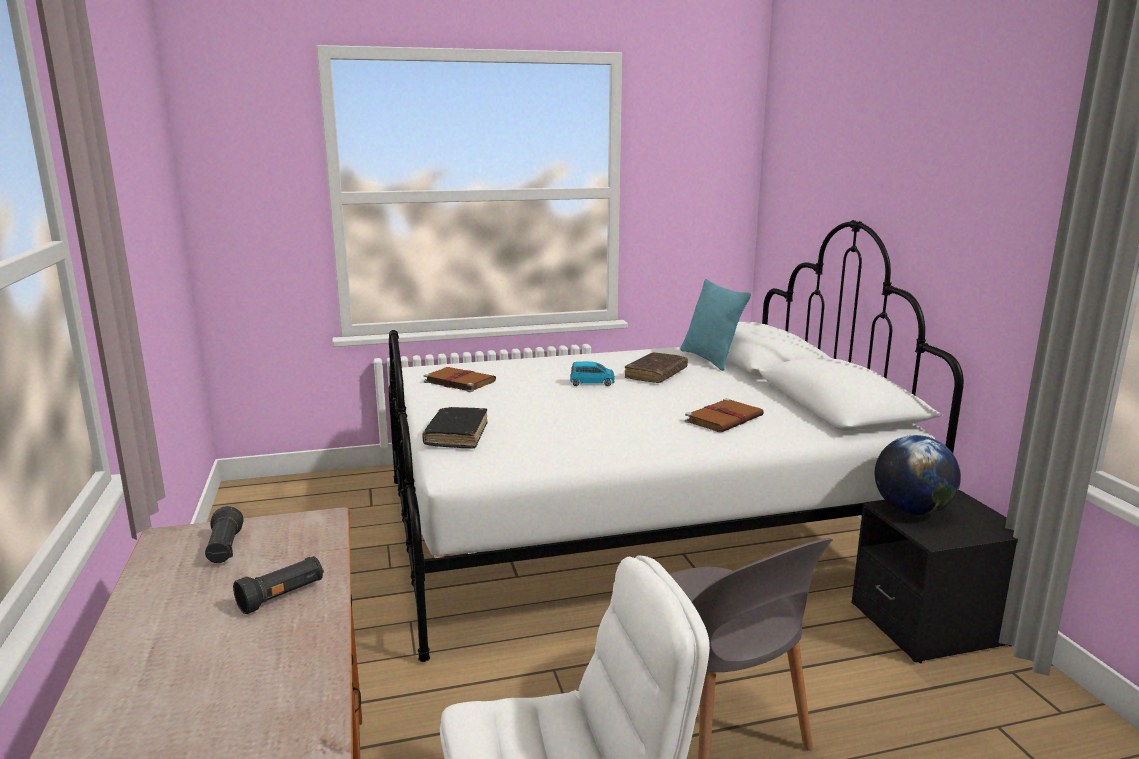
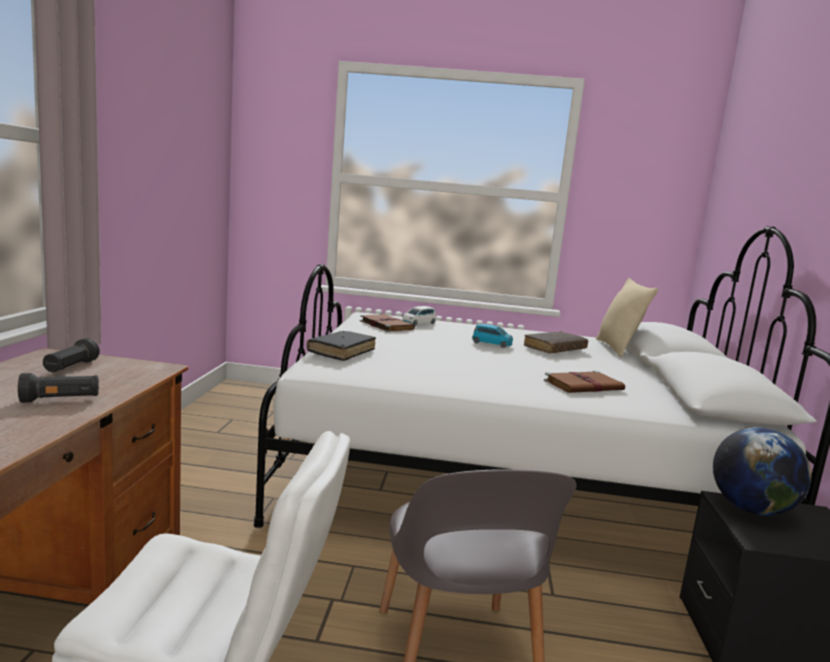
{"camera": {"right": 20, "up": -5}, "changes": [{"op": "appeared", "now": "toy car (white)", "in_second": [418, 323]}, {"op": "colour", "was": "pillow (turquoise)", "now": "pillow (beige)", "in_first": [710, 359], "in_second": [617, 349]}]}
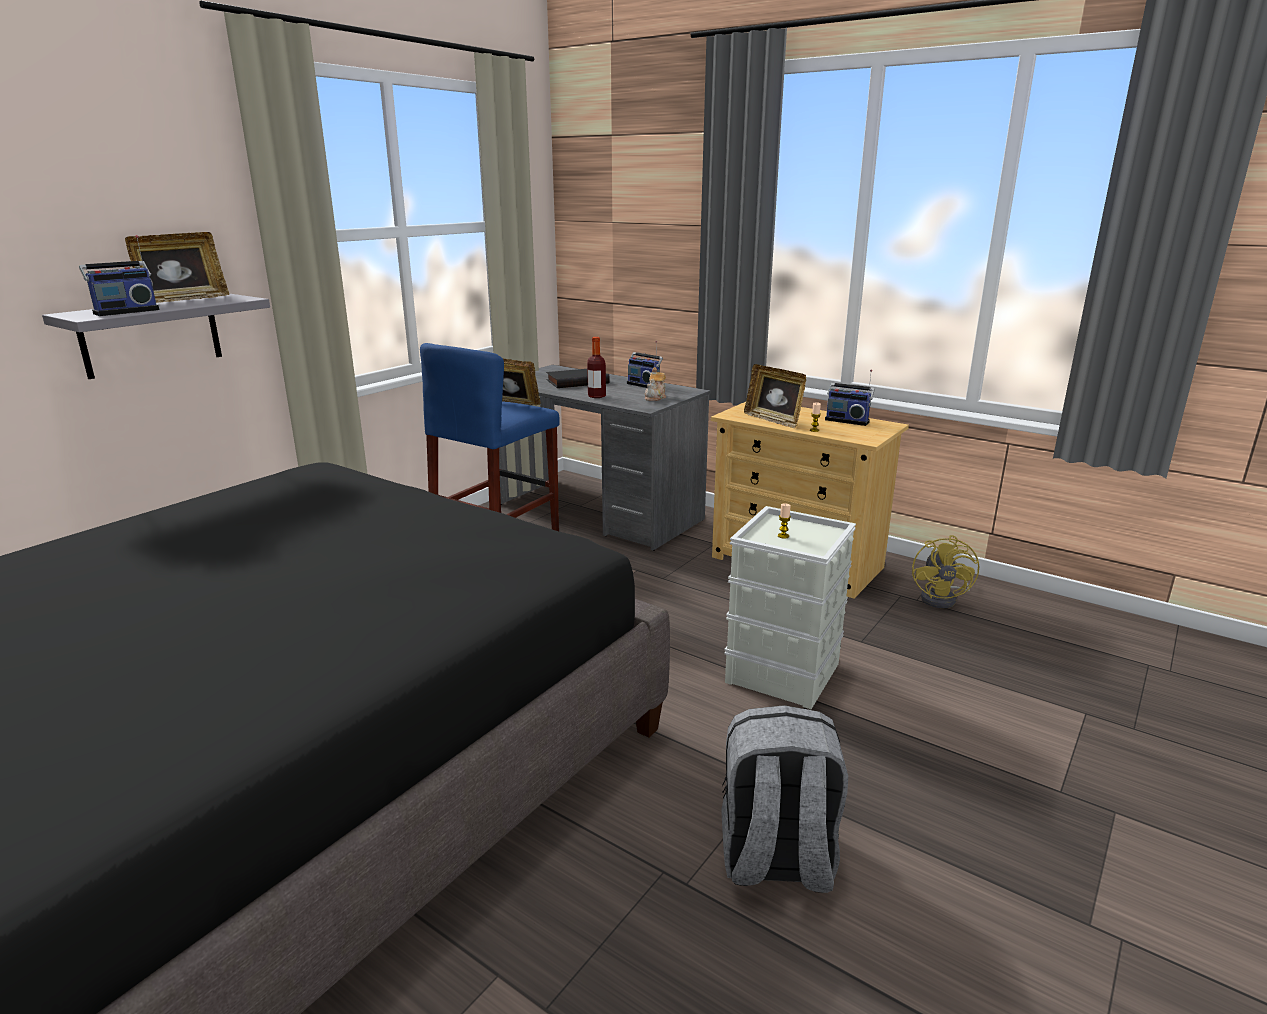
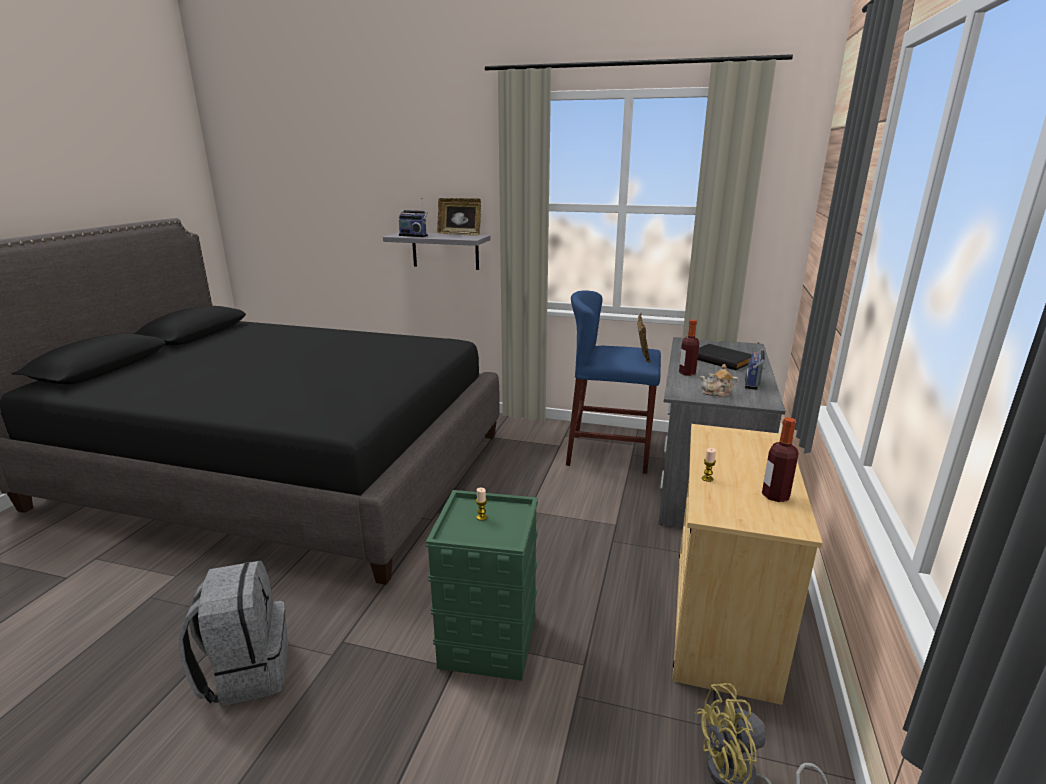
{"camera": {"right": 70, "up": 0}, "changes": [{"op": "colour", "was": "storage box (grey)", "now": "storage box (green)", "in_first": [784, 673], "in_second": [489, 642]}, {"op": "exchanged", "was": "radio", "now": "bottle", "in_first": [847, 420], "in_second": [775, 496]}, {"op": "missing", "was": "picture frame", "in_first": [773, 420]}]}
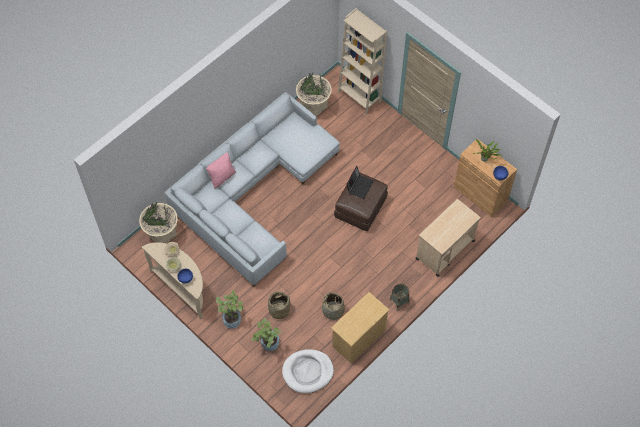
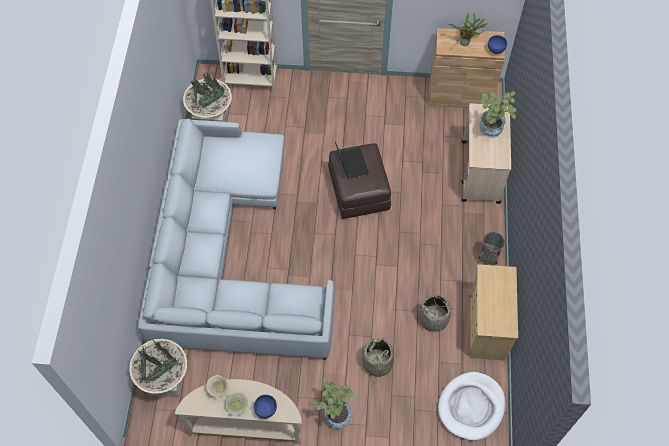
{"camera": {"right": -40, "up": 0}, "changes": [{"op": "relocated", "was": "potted plant", "in_first": [268, 345], "in_second": [490, 131]}, {"op": "missing", "was": "pillow (pink)", "in_first": [222, 177]}]}
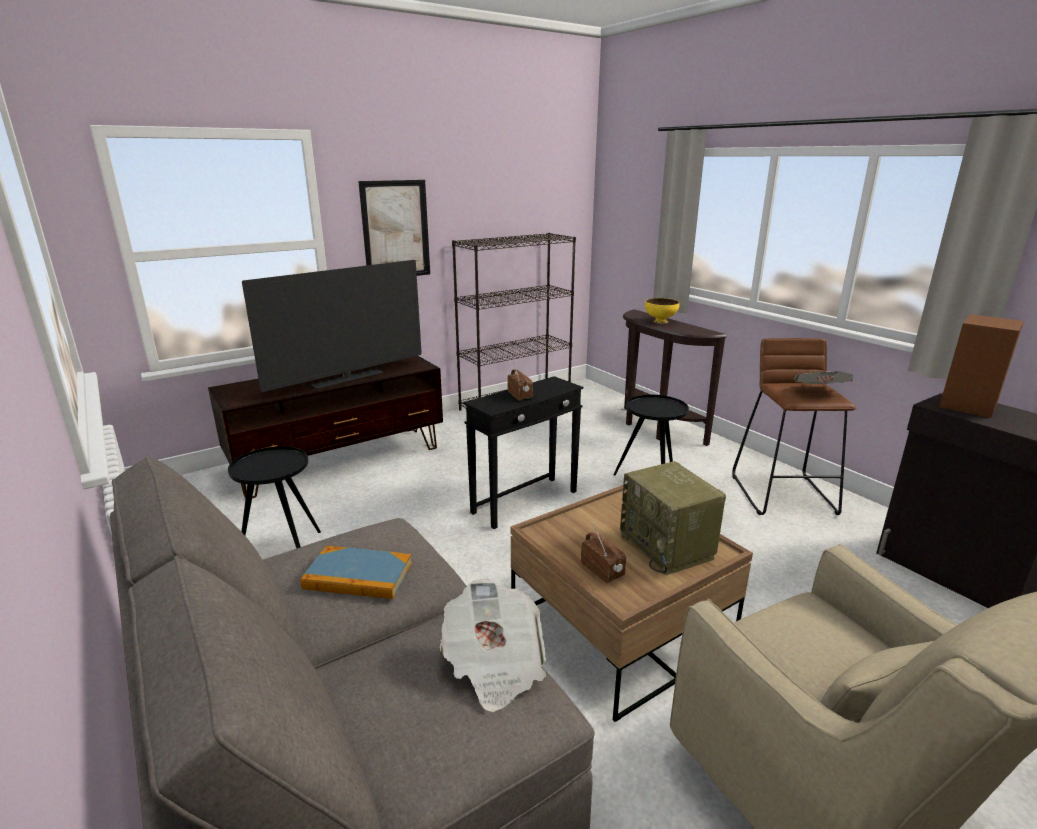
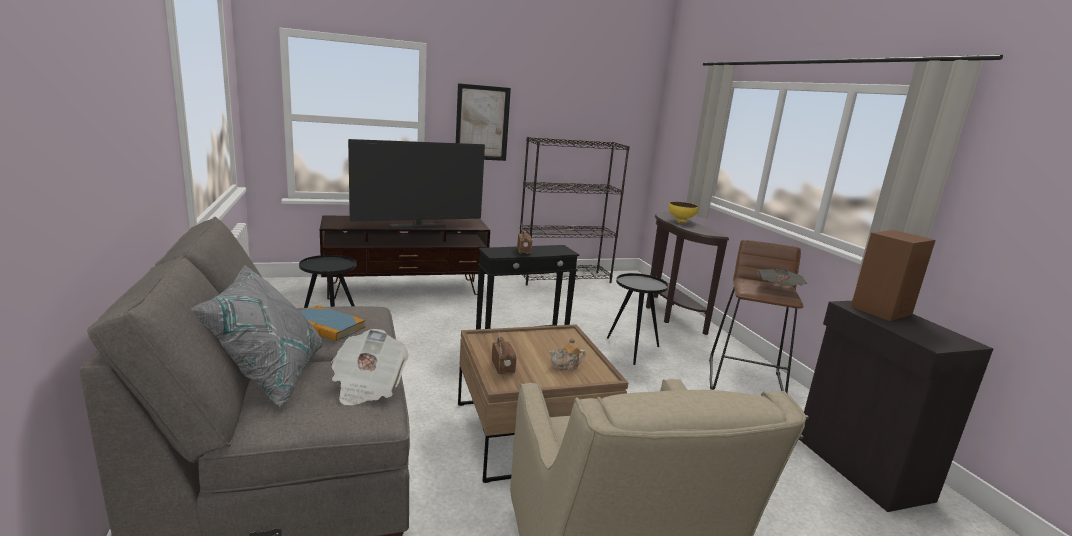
{"camera": {"right": 15, "up": -5}, "changes": [{"op": "appeared", "now": "pillow (grey)", "in_second": [267, 376]}, {"op": "exchanged", "was": "radio", "now": "teapot", "in_first": [668, 547], "in_second": [566, 366]}]}
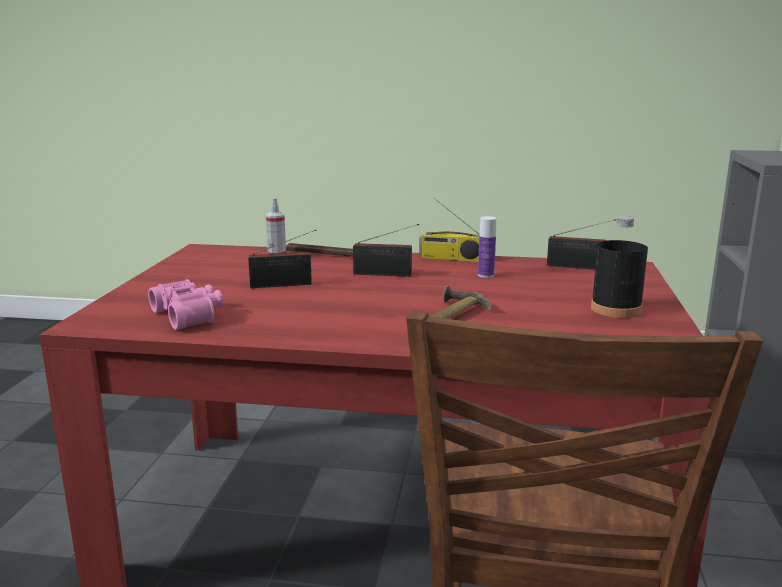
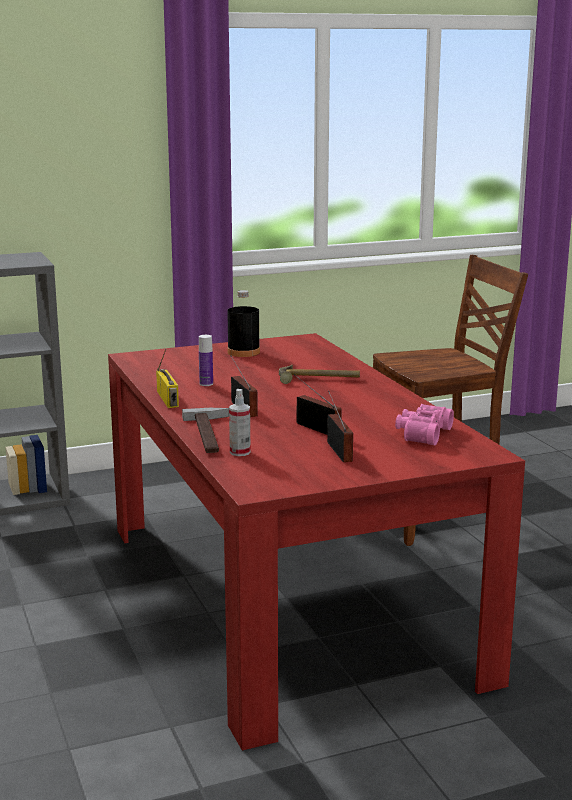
{"camera": {"right": -120, "up": 0}, "changes": [{"op": "relocated", "was": "radio", "in_first": [578, 267], "in_second": [339, 450]}]}
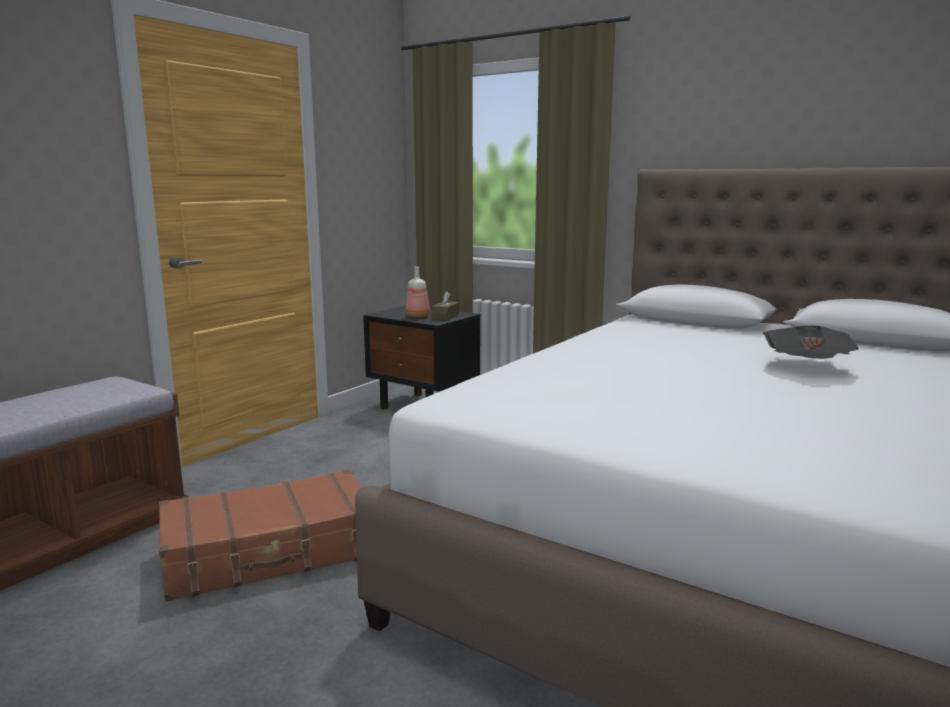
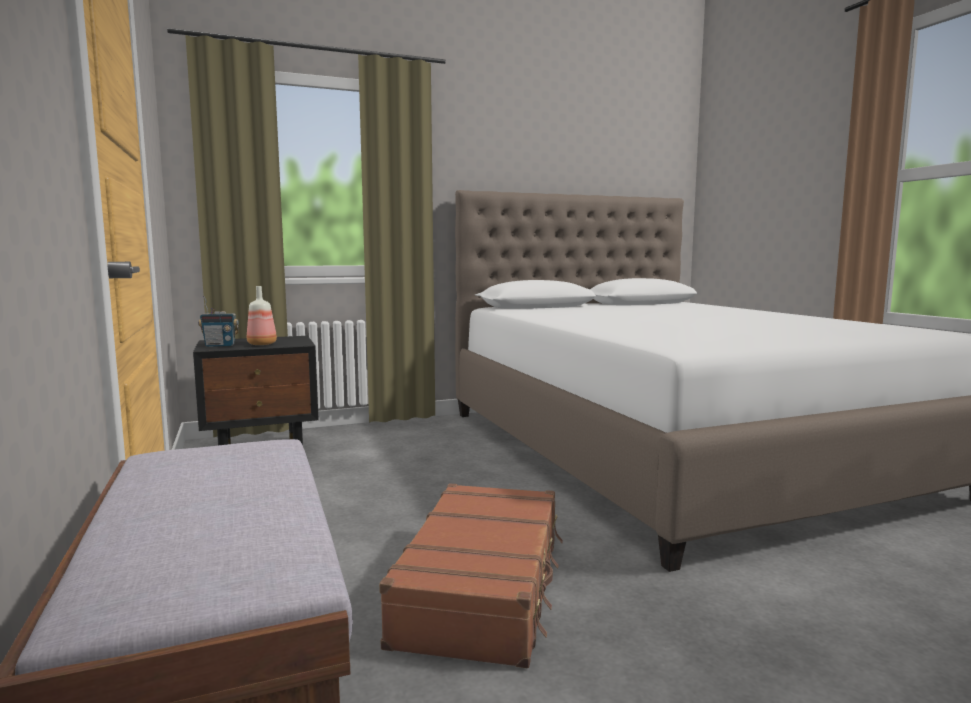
{"camera": {"right": -55, "up": -5}, "changes": [{"op": "appeared", "now": "radio", "in_second": [220, 345]}, {"op": "missing", "was": "tissue box (brown)", "in_first": [445, 317]}, {"op": "missing", "was": "newspaper", "in_first": [807, 367]}]}
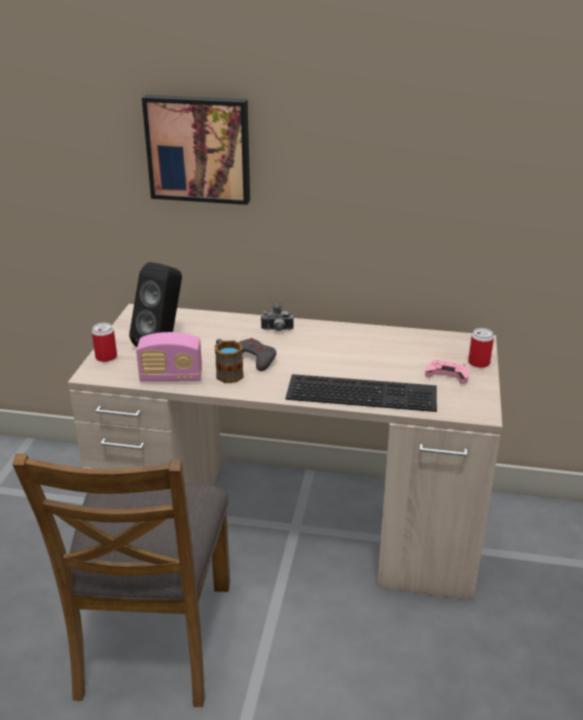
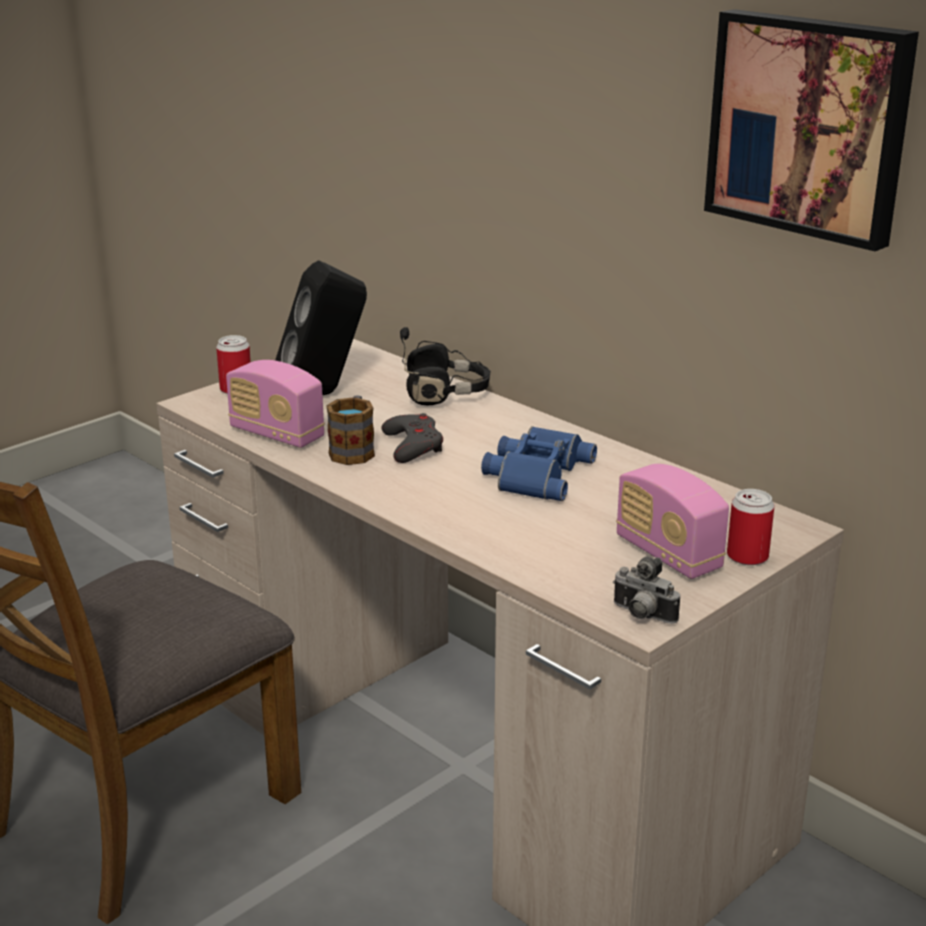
{"camera": {"right": 35, "up": -5}, "changes": [{"op": "appeared", "now": "headphones (black)", "in_second": [445, 394]}, {"op": "appeared", "now": "binoculars (blue)", "in_second": [535, 473]}, {"op": "relocated", "was": "photo camera", "in_first": [277, 330], "in_second": [641, 616]}, {"op": "exchanged", "was": "game controller (pink)", "now": "radio", "in_first": [447, 374], "in_second": [668, 554]}, {"op": "relocated", "was": "picture", "in_first": [199, 148], "in_second": [810, 125]}, {"op": "missing", "was": "keyboard", "in_first": [363, 391]}]}
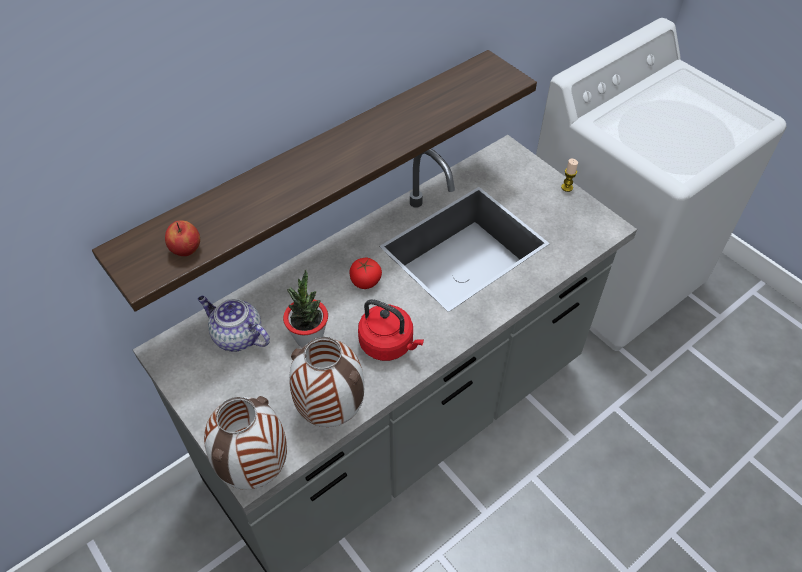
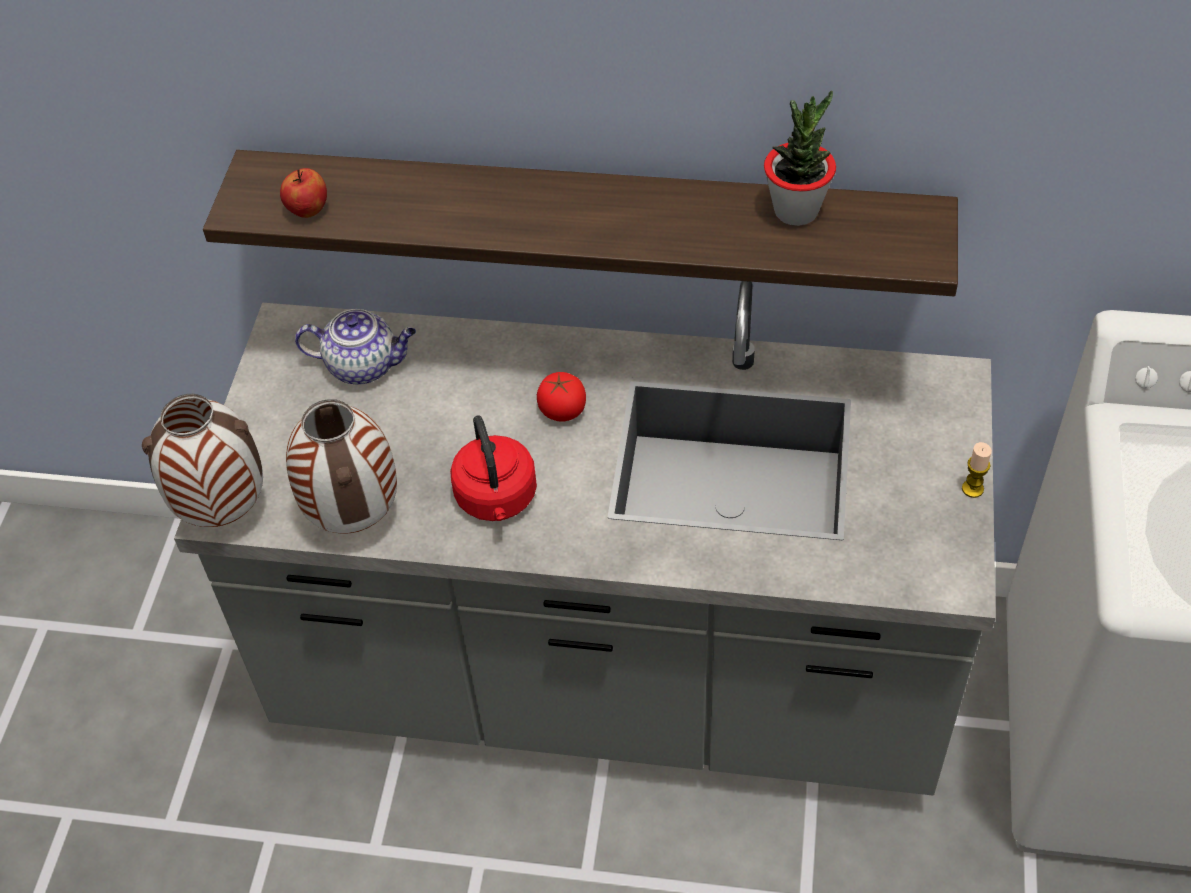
{"camera": {"right": 50, "up": 0}, "changes": [{"op": "spun", "was": "teapot", "in_first": [237, 336], "in_second": [364, 365], "clockwise": 105}, {"op": "relocated", "was": "potted plant", "in_first": [309, 337], "in_second": [796, 210]}]}
